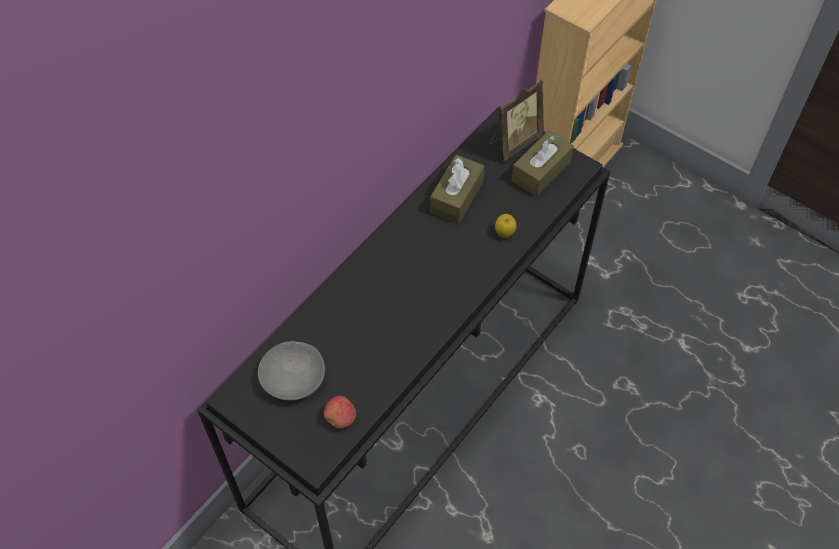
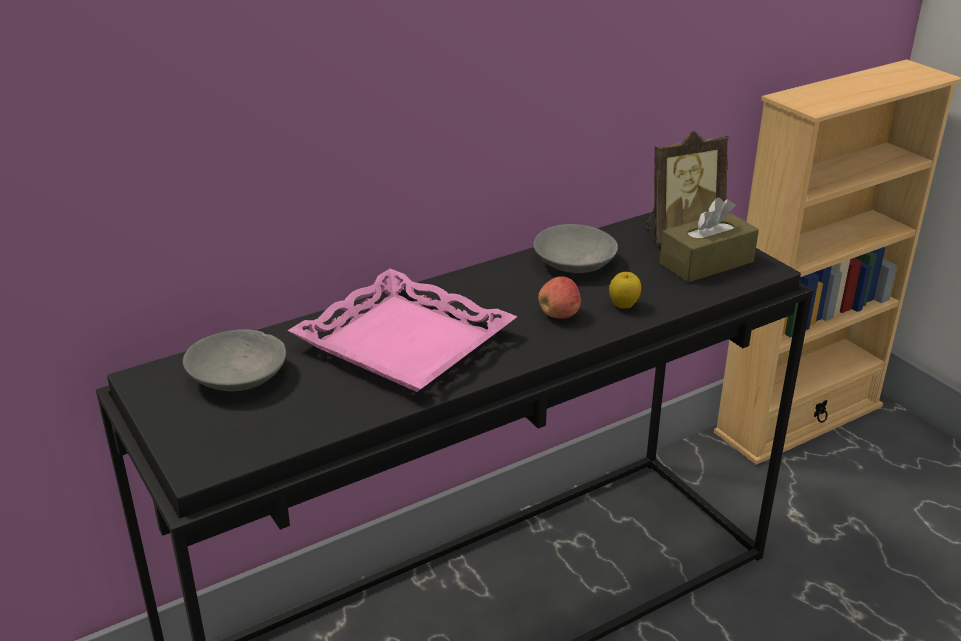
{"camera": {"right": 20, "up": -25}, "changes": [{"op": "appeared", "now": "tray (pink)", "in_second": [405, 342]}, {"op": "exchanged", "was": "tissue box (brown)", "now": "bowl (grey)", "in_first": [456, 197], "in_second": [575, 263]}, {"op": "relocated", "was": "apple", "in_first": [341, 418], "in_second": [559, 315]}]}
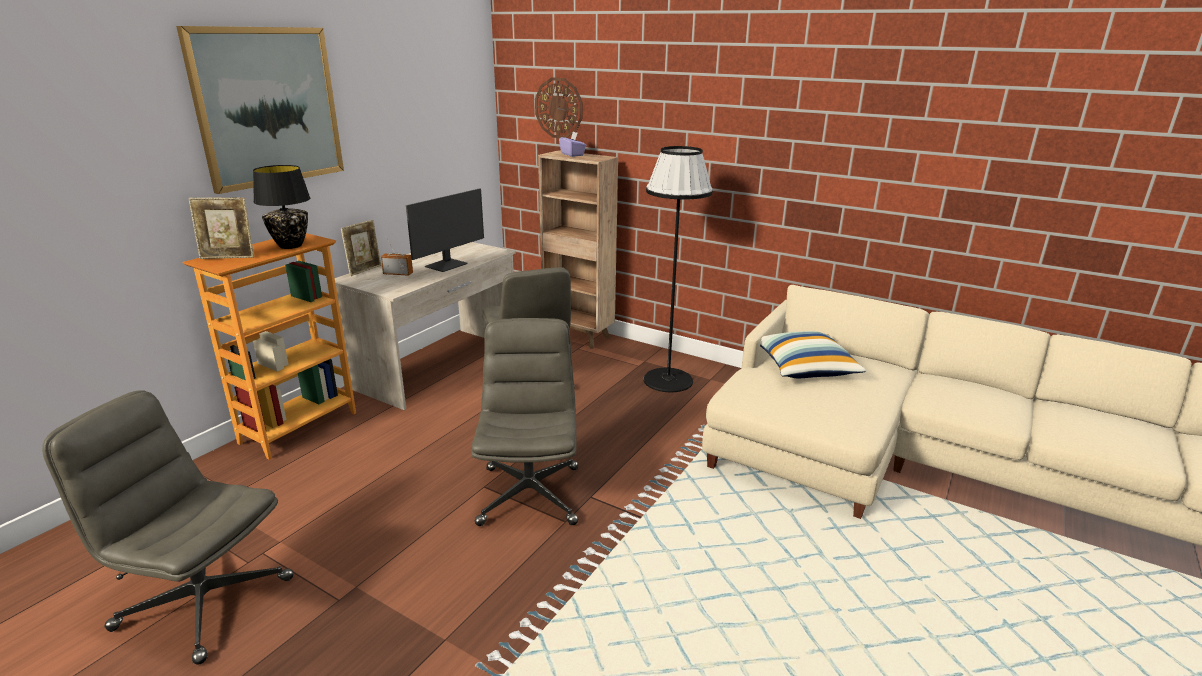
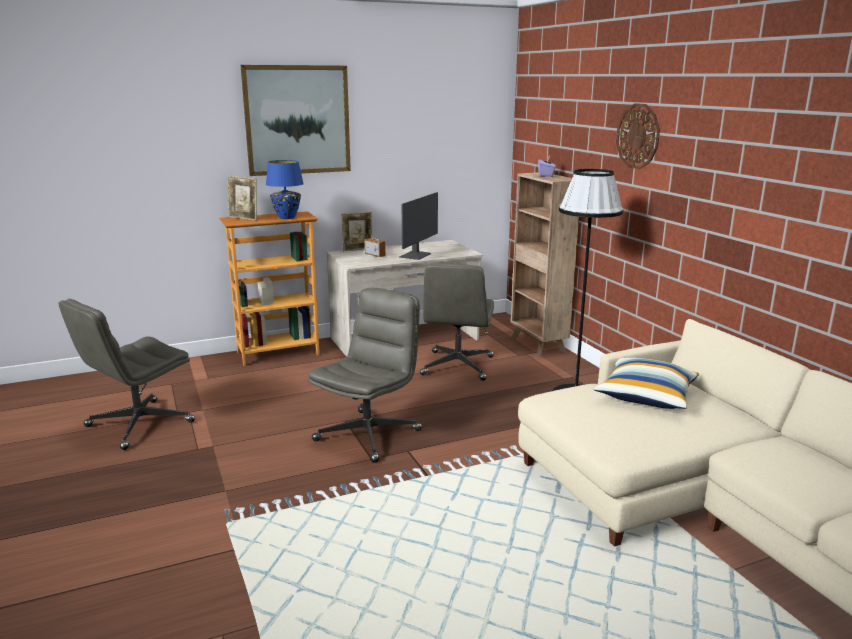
{"camera": {"right": 35, "up": -5}, "changes": [{"op": "spun", "was": "office chair (grey)", "in_first": [203, 602], "in_second": [139, 425], "clockwise": -105}, {"op": "colour", "was": "table lamp (black)", "now": "table lamp (blue)", "in_first": [291, 246], "in_second": [286, 217]}, {"op": "spun", "was": "monitor", "in_first": [447, 265], "in_second": [416, 255], "clockwise": -45}, {"op": "relocated", "was": "wall clock", "in_first": [559, 108], "in_second": [638, 136]}]}
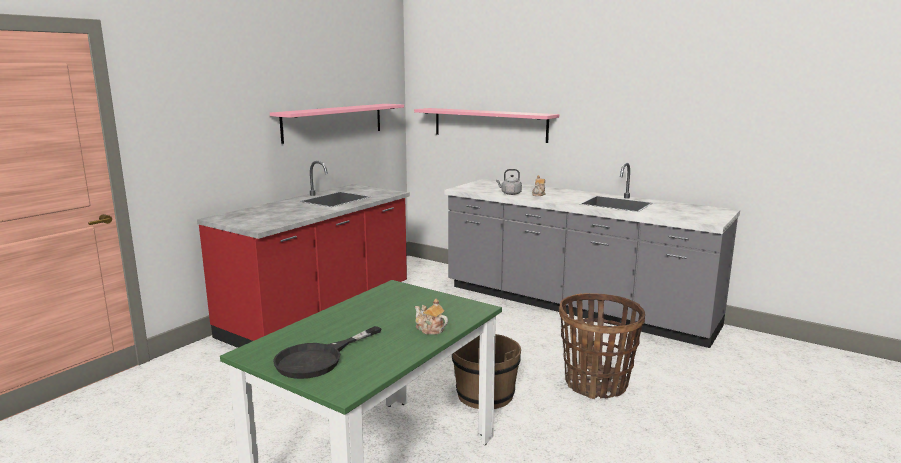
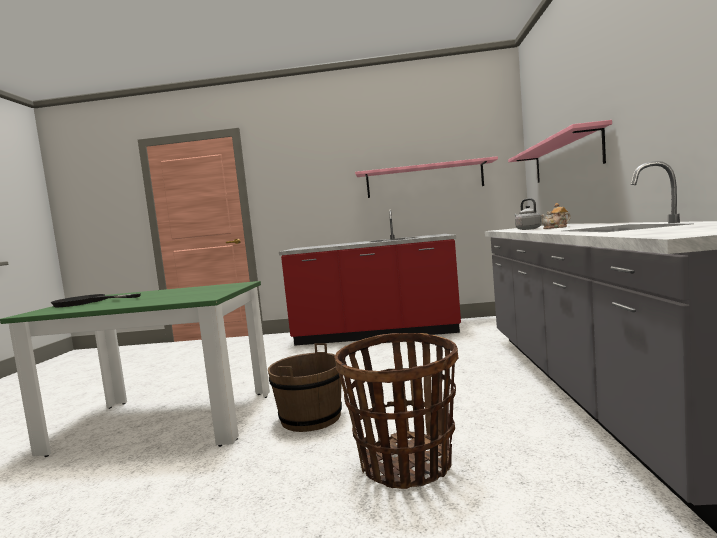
{"camera": {"right": 60, "up": -10}, "changes": [{"op": "missing", "was": "teapot", "in_first": [430, 329]}]}
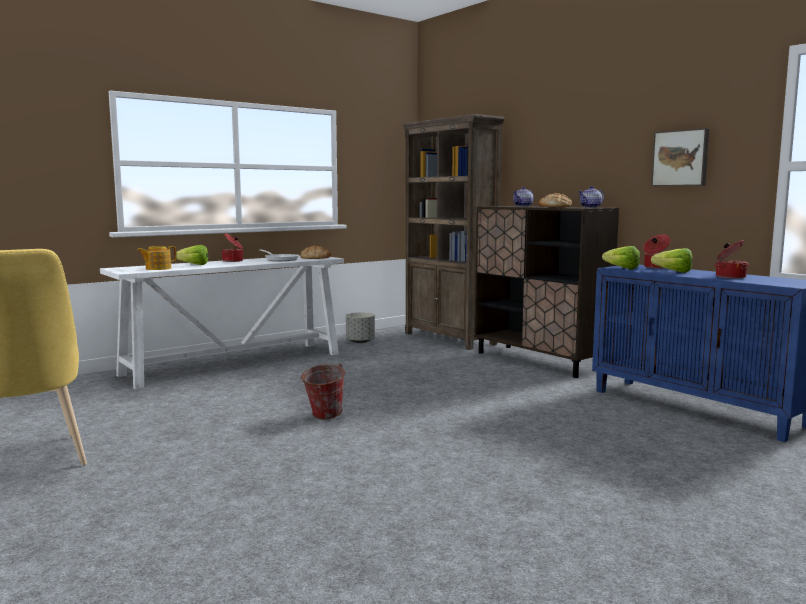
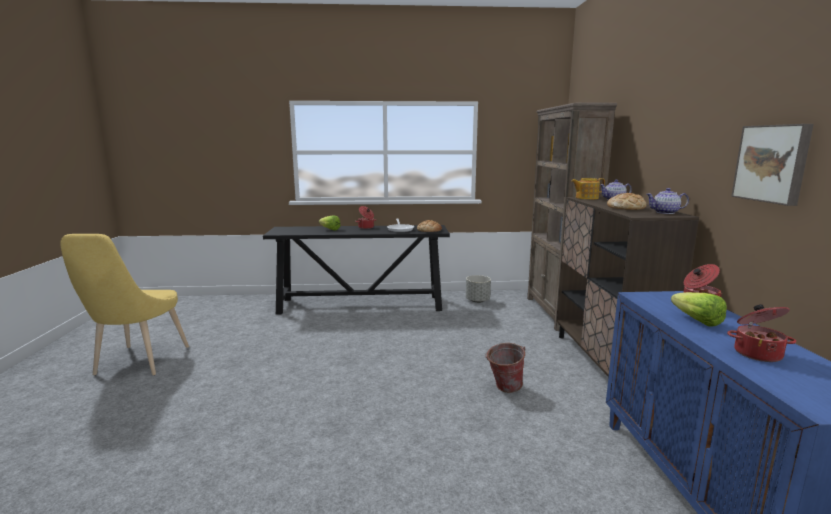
{"camera": {"right": 35, "up": 5}, "changes": [{"op": "colour", "was": "console table (white)", "now": "console table (black)", "in_first": [235, 364], "in_second": [362, 305]}, {"op": "relocated", "was": "bucket", "in_first": [323, 417], "in_second": [503, 388]}, {"op": "relocated", "was": "teapot", "in_first": [157, 268], "in_second": [586, 198]}, {"op": "missing", "was": "lettuce", "in_first": [619, 268]}]}
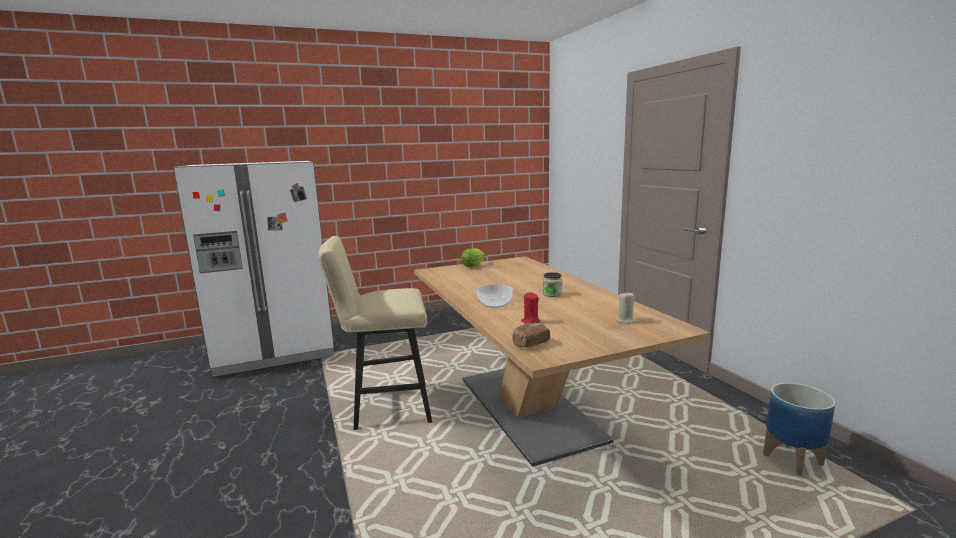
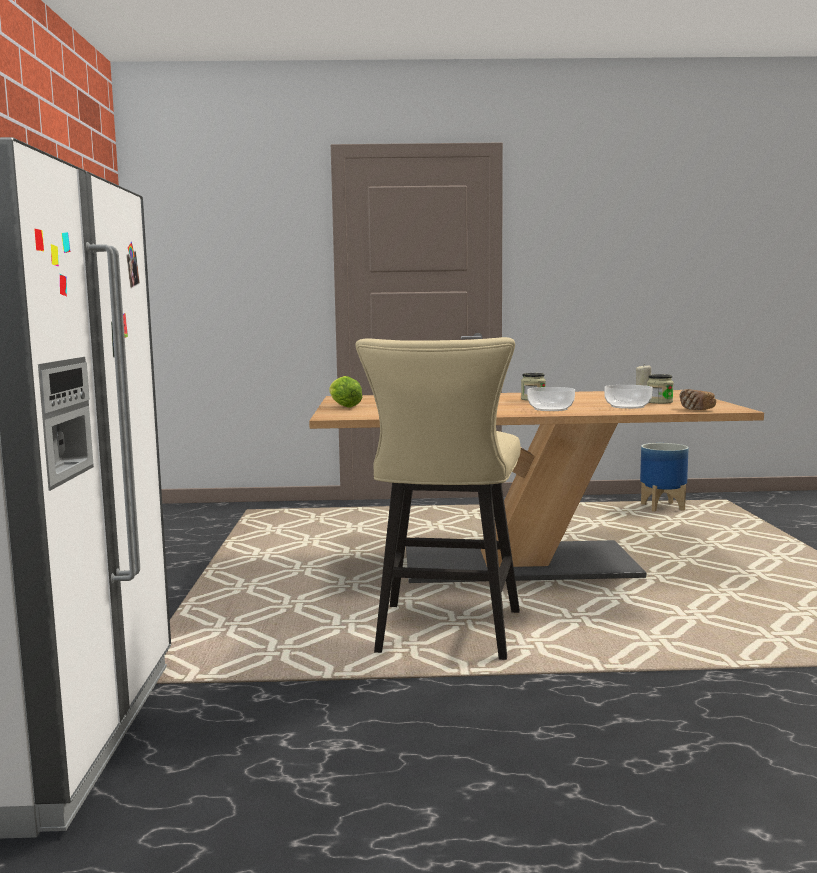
{"camera": {"right": -70, "up": -5}, "changes": [{"op": "exchanged", "was": "candle (red)", "now": "bowl", "in_first": [530, 321], "in_second": [627, 406]}, {"op": "appeared", "now": "jar", "in_second": [659, 402]}]}
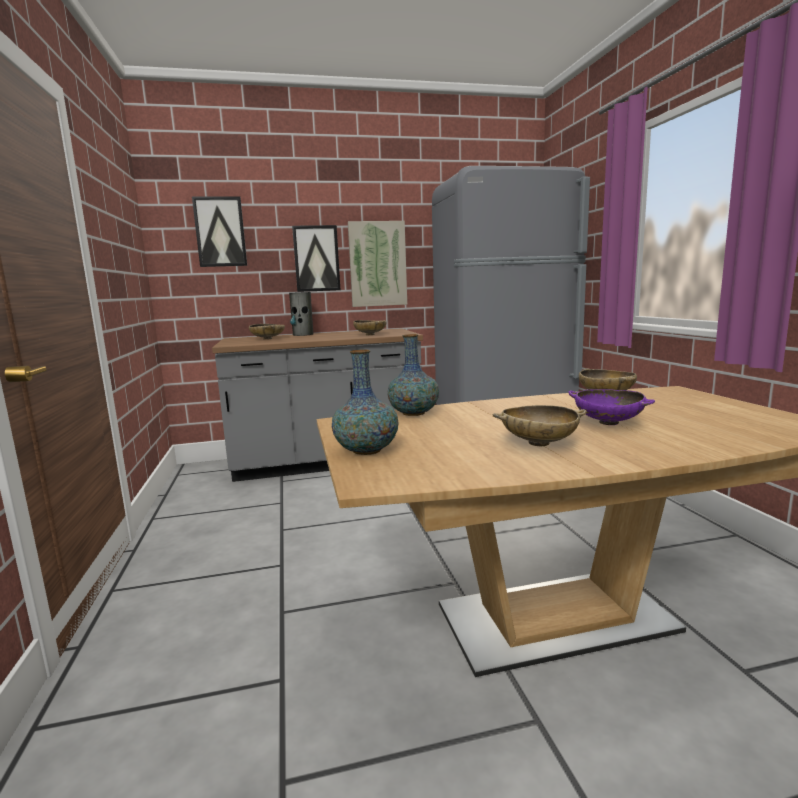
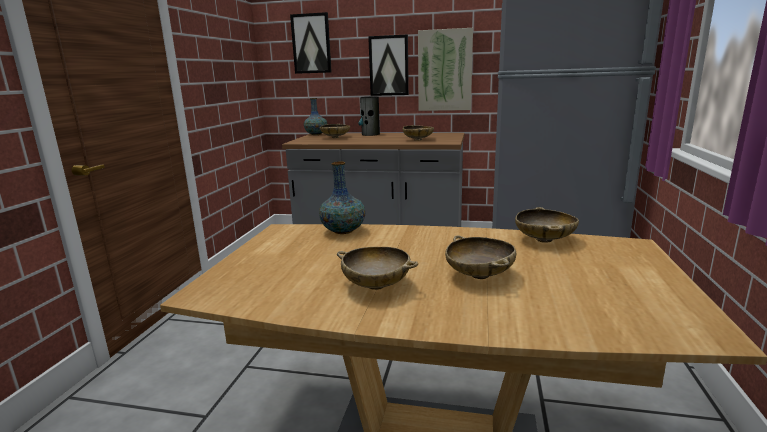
{"camera": {"right": 25, "up": 5}, "changes": [{"op": "relocated", "was": "vase", "in_first": [366, 450], "in_second": [316, 134]}, {"op": "colour", "was": "bowl (purple)", "now": "bowl (beige)", "in_first": [608, 423], "in_second": [479, 275]}]}
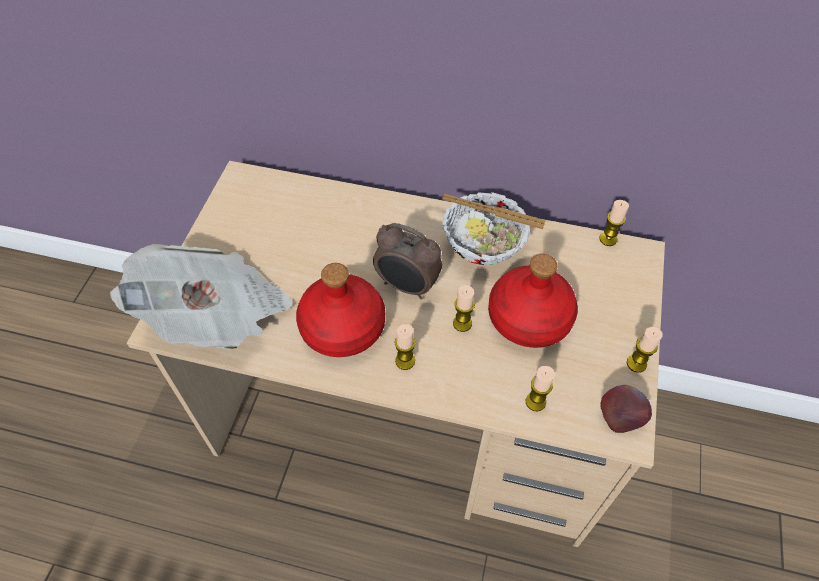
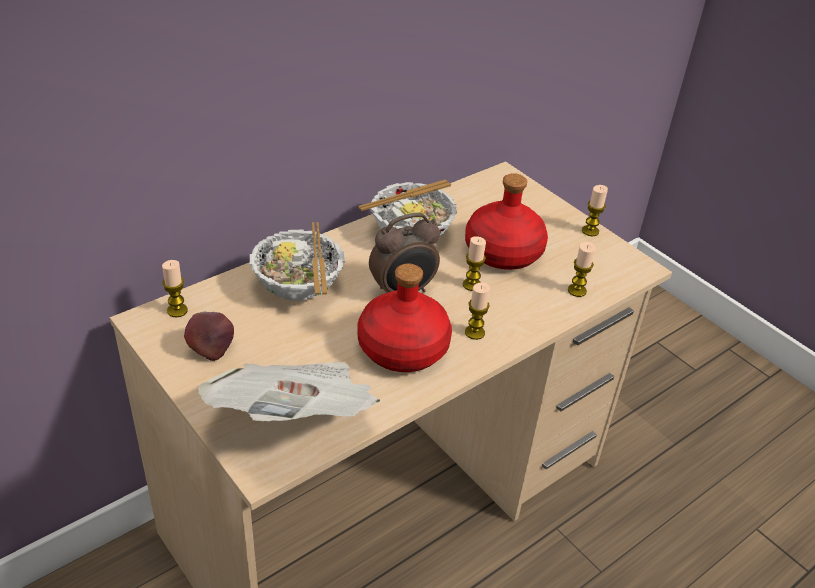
{"camera": {"right": -55, "up": -15}, "changes": [{"op": "relocated", "was": "candle", "in_first": [608, 239], "in_second": [177, 310]}, {"op": "relocated", "was": "apple", "in_first": [621, 417], "in_second": [212, 348]}, {"op": "appeared", "now": "bowl", "in_second": [299, 287]}]}
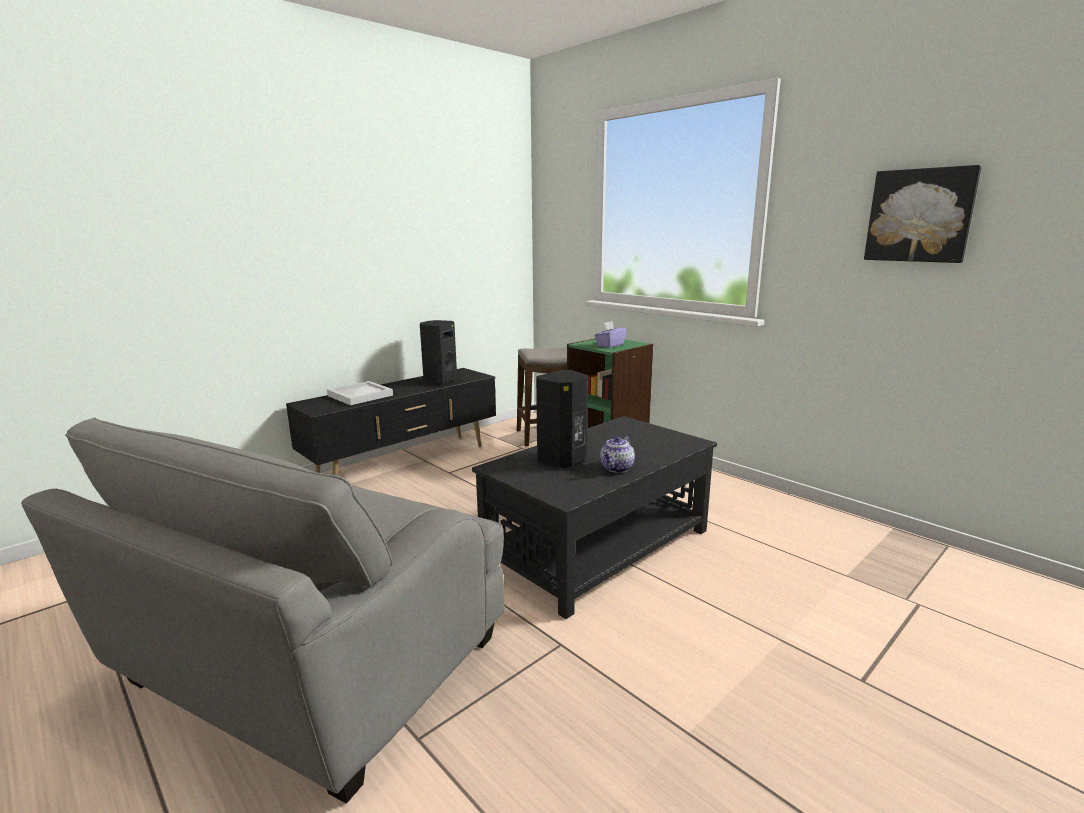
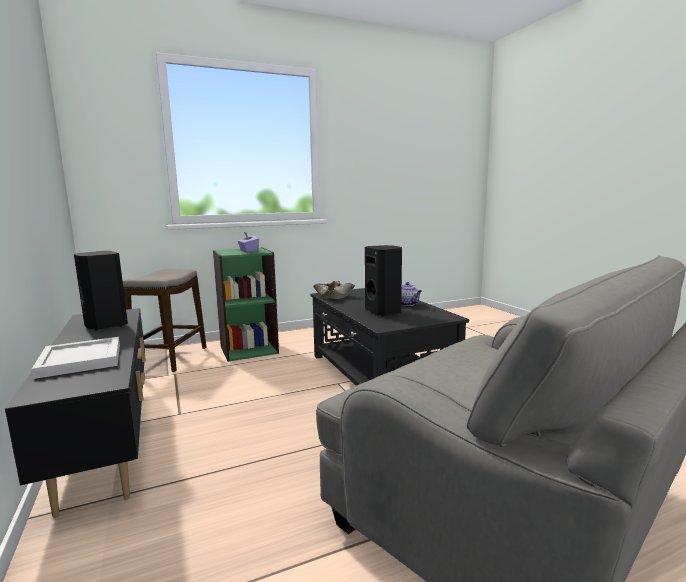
{"camera": {"right": -70, "up": -5}, "changes": [{"op": "appeared", "now": "bowl (beige)", "in_second": [333, 296]}, {"op": "missing", "was": "picture", "in_first": [920, 215]}]}
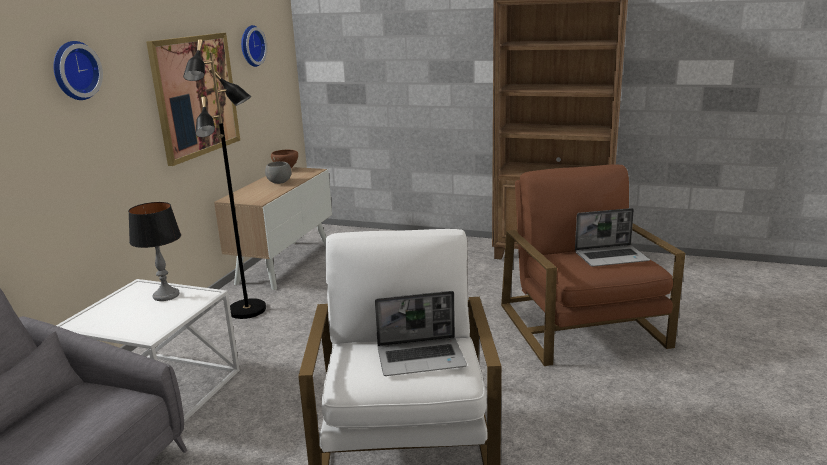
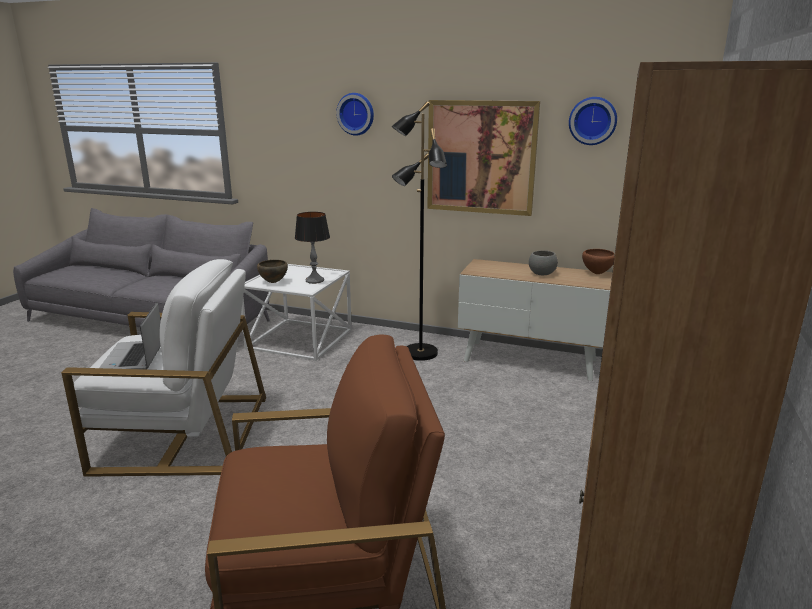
{"camera": {"right": 90, "up": 0}, "changes": [{"op": "appeared", "now": "bowl (brown)", "in_second": [273, 282]}, {"op": "missing", "was": "laptop", "in_first": [611, 257]}]}
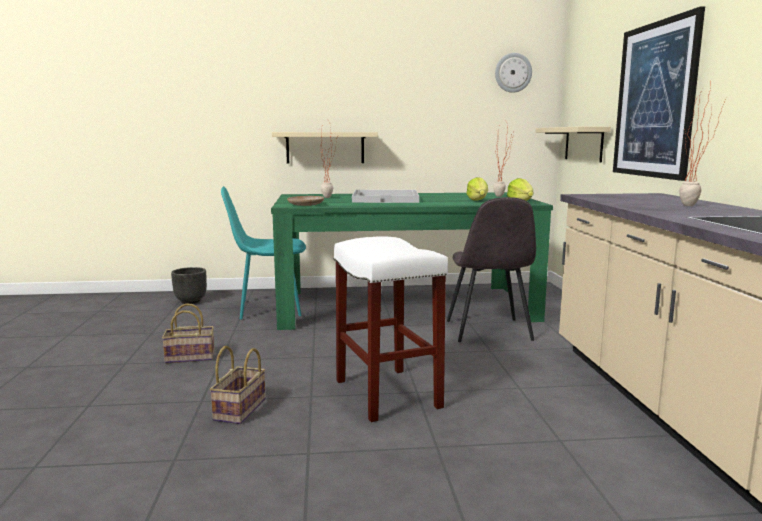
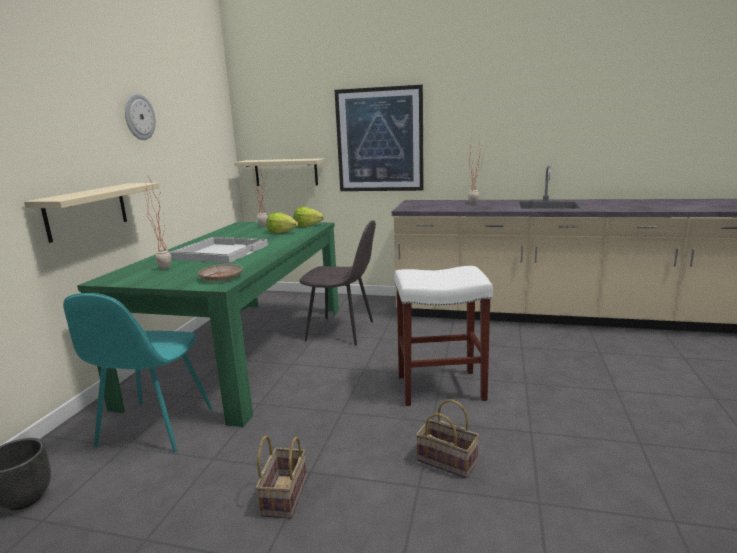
{"camera": {"right": -70, "up": 5}, "changes": [{"op": "relocated", "was": "wall clock", "in_first": [513, 72], "in_second": [139, 117]}]}
